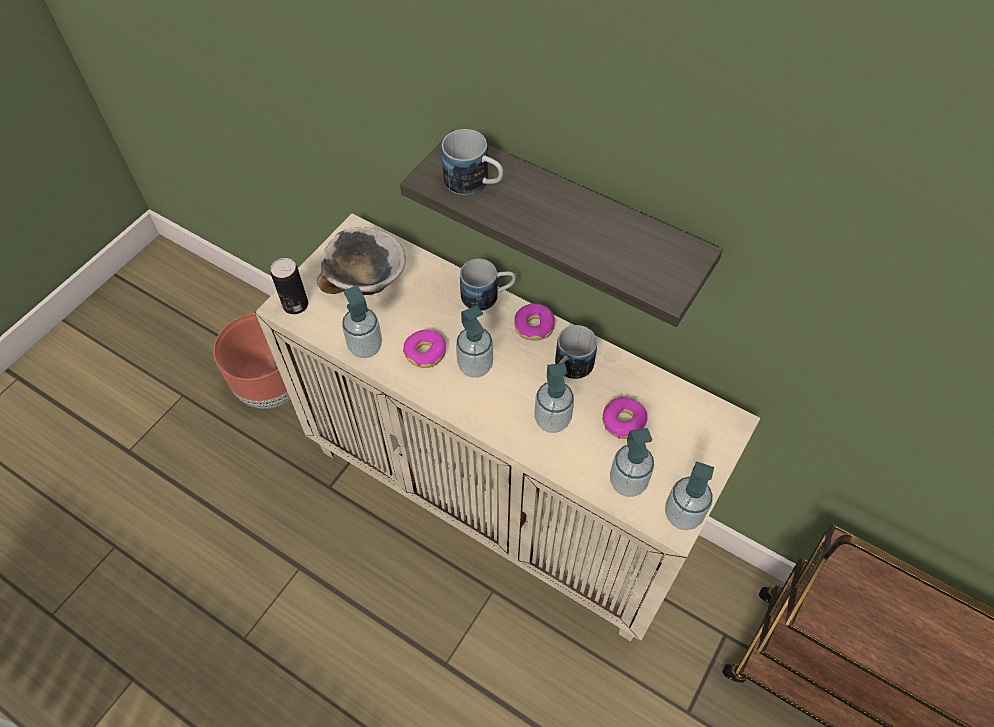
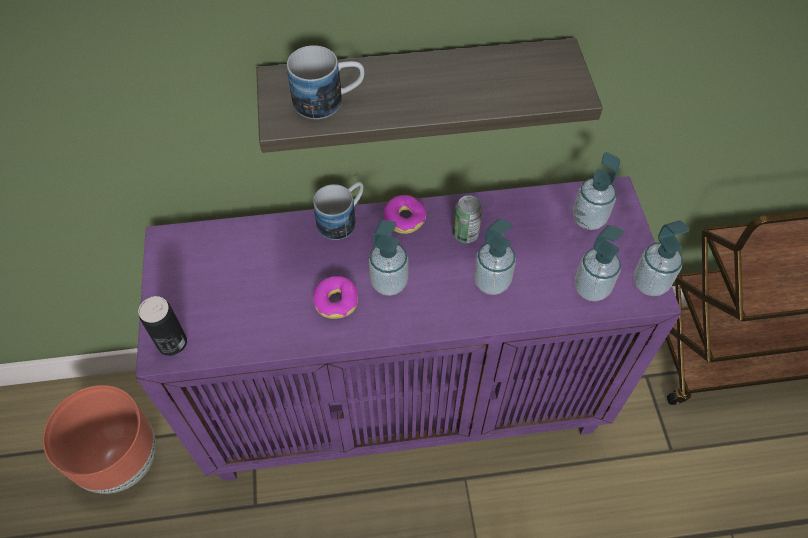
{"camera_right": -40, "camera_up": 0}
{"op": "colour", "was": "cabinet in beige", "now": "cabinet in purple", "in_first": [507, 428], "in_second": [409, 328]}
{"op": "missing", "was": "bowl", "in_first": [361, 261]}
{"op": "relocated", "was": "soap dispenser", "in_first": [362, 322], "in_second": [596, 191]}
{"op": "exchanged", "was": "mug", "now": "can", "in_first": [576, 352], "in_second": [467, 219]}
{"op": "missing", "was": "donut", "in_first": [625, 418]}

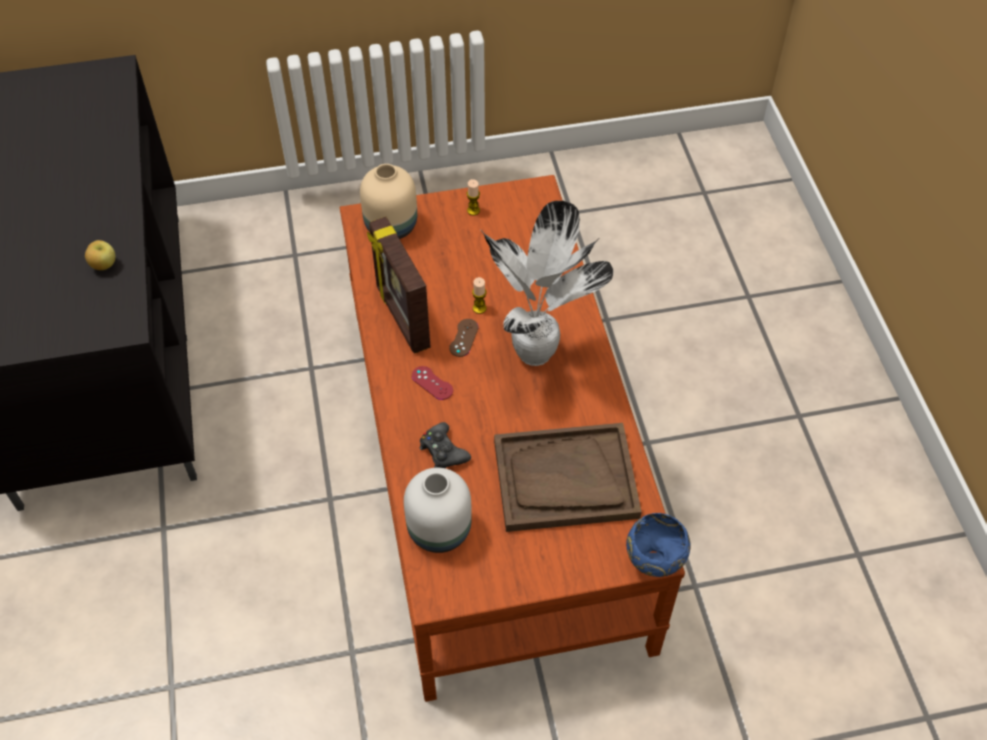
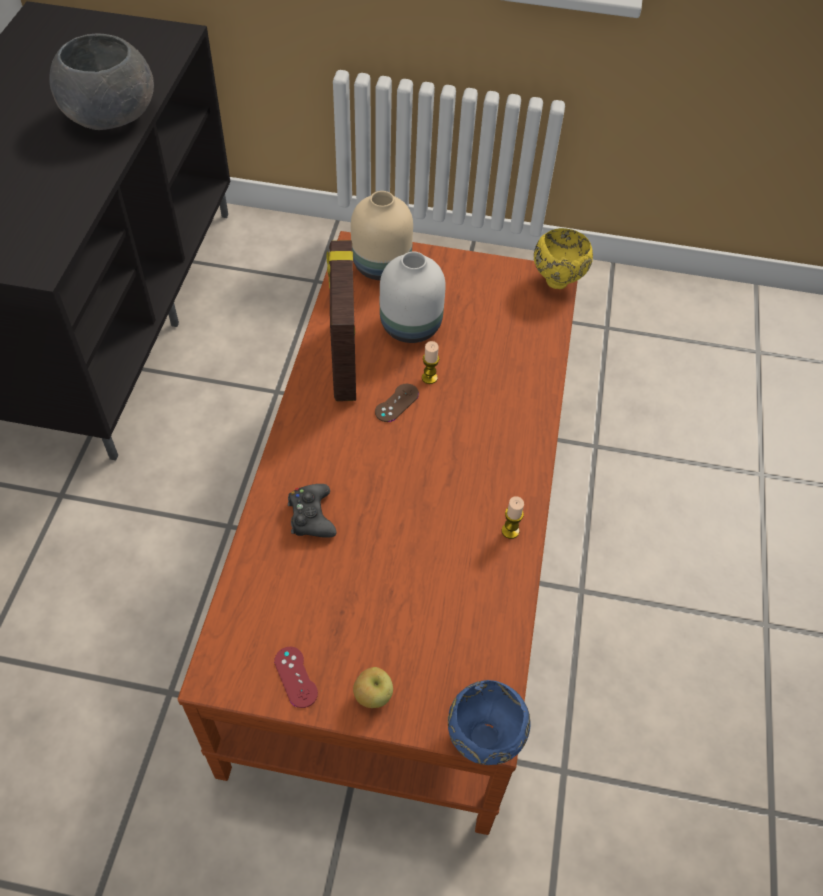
{"camera_right": 20, "camera_up": 0}
{"op": "relocated", "was": "candle", "in_first": [473, 197], "in_second": [513, 517]}
{"op": "missing", "was": "potted plant", "in_first": [546, 283]}
{"op": "relocated", "was": "apple", "in_first": [100, 255], "in_second": [373, 687]}
{"op": "relocated", "was": "game controller in red", "in_first": [432, 383], "in_second": [296, 677]}
{"op": "missing", "was": "tray in brown", "in_first": [568, 477]}
{"op": "relocated", "was": "vase in white", "in_first": [438, 510], "in_second": [413, 297]}
{"op": "appeared", "now": "bowl in grey", "in_second": [101, 81]}
{"op": "appeared", "now": "bowl in yellow", "in_second": [563, 258]}

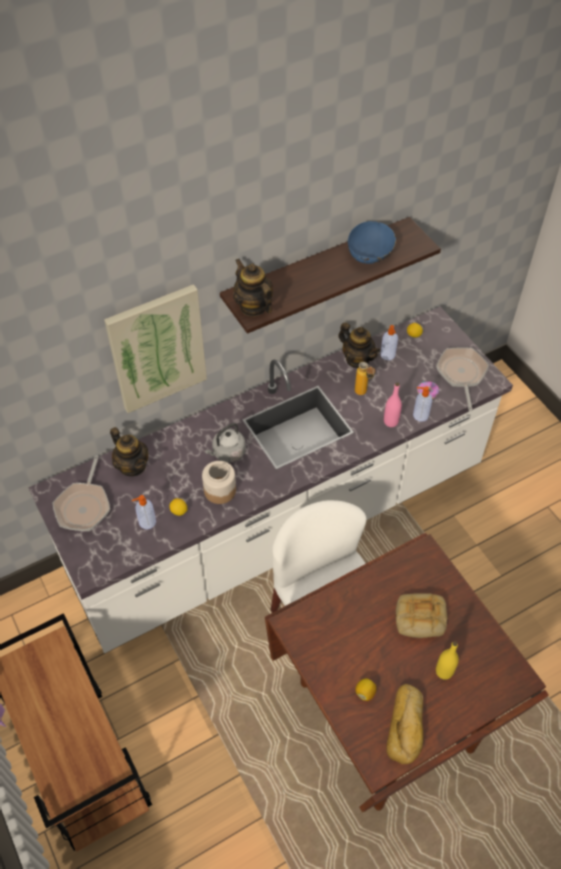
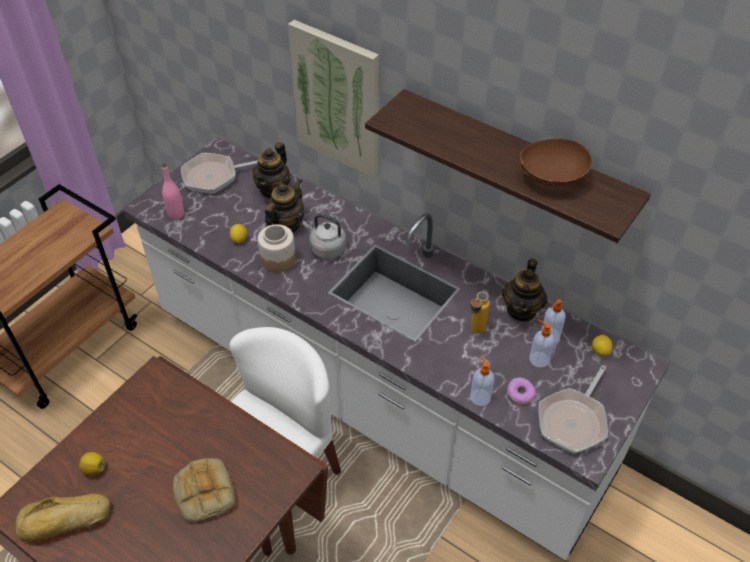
{"camera_right": 65, "camera_up": -5}
{"op": "colour", "was": "bowl in blue", "now": "bowl in brown", "in_first": [372, 242], "in_second": [556, 162]}
{"op": "relocated", "was": "teapot", "in_first": [253, 288], "in_second": [284, 205]}
{"op": "spun", "was": "frying pan", "in_first": [462, 379], "in_second": [573, 409], "clockwise": 150}
{"op": "relocated", "was": "bottle in pink", "in_first": [393, 405], "in_second": [173, 192]}
{"op": "relocated", "was": "soap dispenser", "in_first": [144, 512], "in_second": [542, 343]}
{"op": "missing", "was": "bottle in yellow", "in_first": [447, 660]}

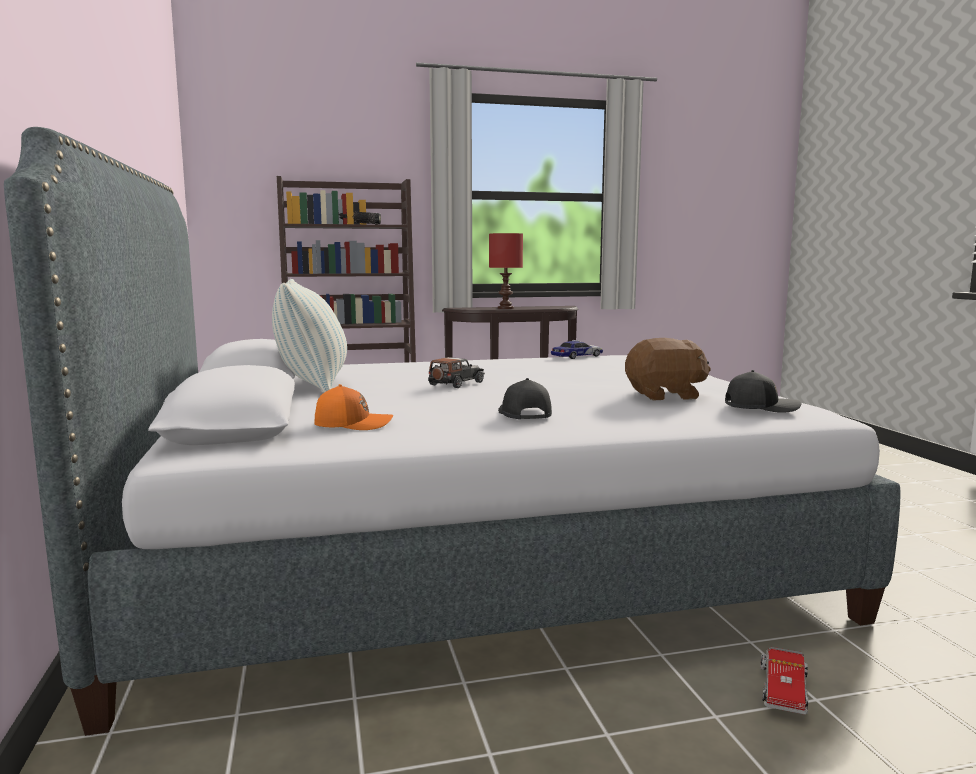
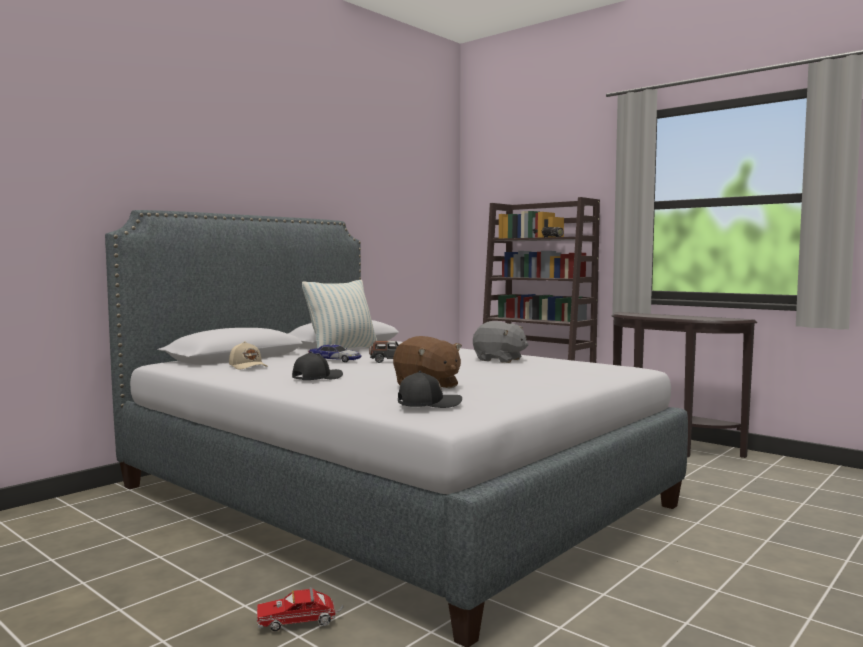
{"camera_right": 55, "camera_up": -5}
{"op": "missing", "was": "table lamp in red", "in_first": [506, 271]}
{"op": "relocated", "was": "toy car", "in_first": [577, 349], "in_second": [335, 353]}
{"op": "spun", "was": "cap in black", "in_first": [763, 391], "in_second": [430, 389], "clockwise": -75}
{"op": "colour", "was": "cap in orange", "now": "cap in beige", "in_first": [353, 407], "in_second": [248, 355]}
{"op": "appeared", "now": "plush toy in grey", "in_second": [501, 342]}

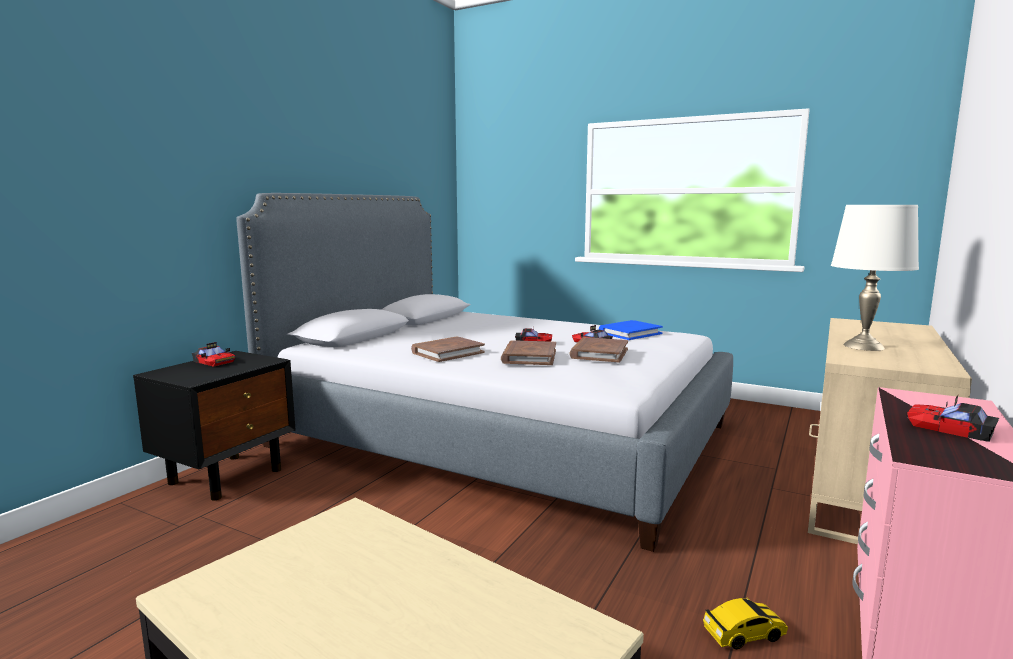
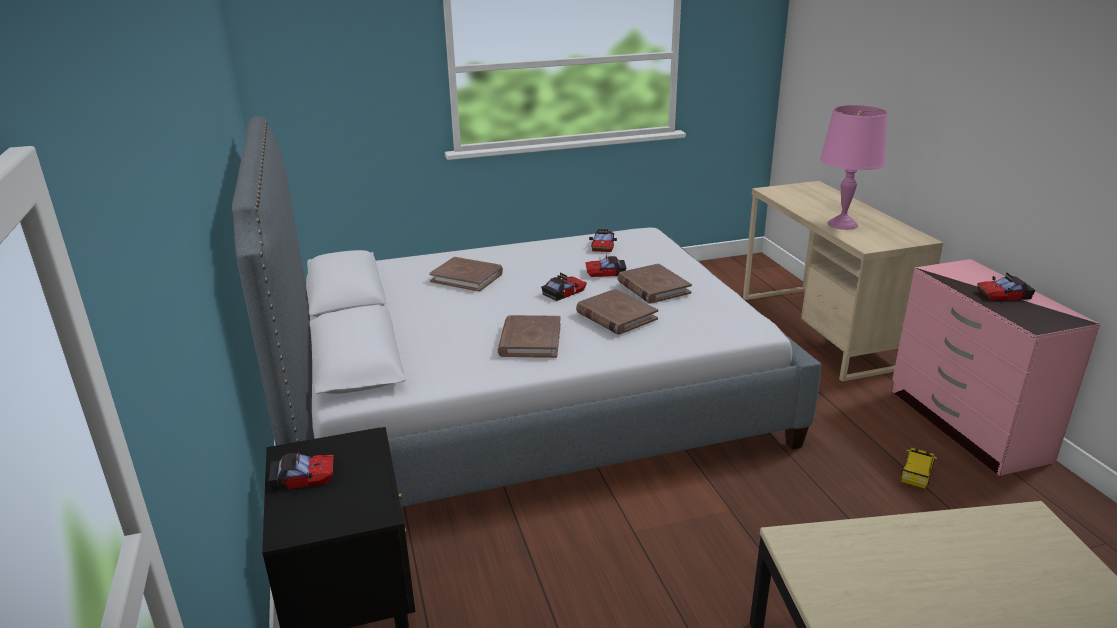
{"camera_right": -45, "camera_up": 15}
{"op": "colour", "was": "table lamp in white", "now": "table lamp in pink", "in_first": [875, 278], "in_second": [853, 167]}
{"op": "exchanged", "was": "book in blue", "now": "toy car", "in_first": [631, 330], "in_second": [603, 240]}
{"op": "appeared", "now": "book in brown", "in_second": [466, 274]}

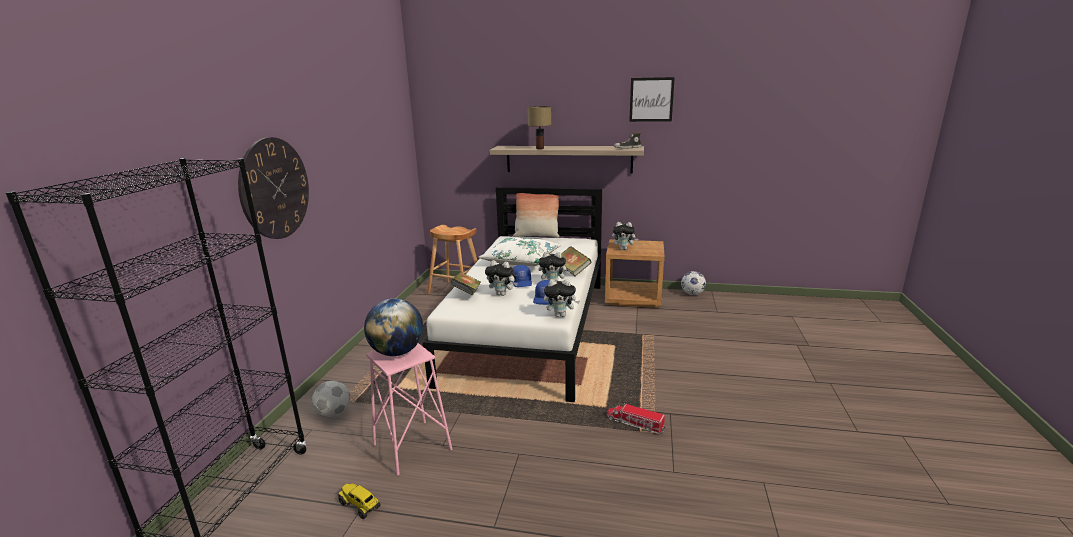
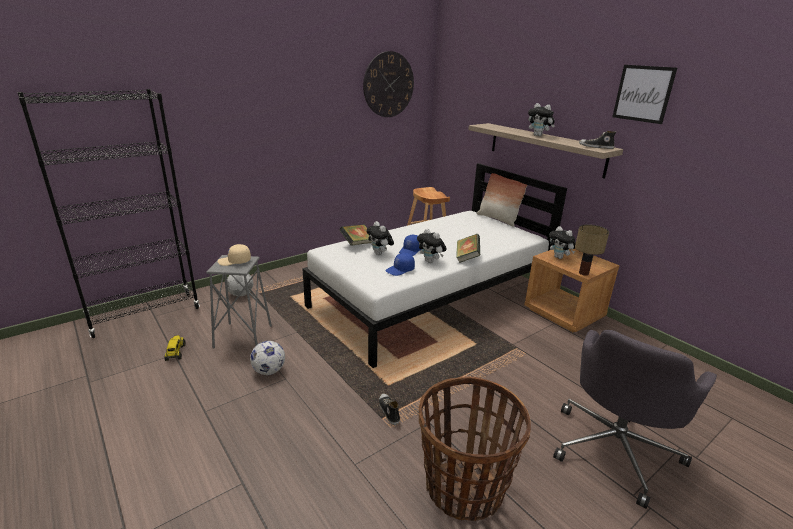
{"camera_right": 40, "camera_up": 5}
{"op": "relocated", "was": "table lamp", "in_first": [539, 127], "in_second": [592, 250]}
{"op": "relocated", "was": "wall clock", "in_first": [273, 188], "in_second": [388, 84]}
{"op": "missing", "was": "pillow in white", "in_first": [520, 251]}
{"op": "relocated", "was": "football", "in_first": [693, 283], "in_second": [267, 358]}
{"op": "relocated", "was": "plush toy", "in_first": [562, 298], "in_second": [541, 119]}
{"op": "exchanged", "was": "globe", "now": "cap in beige", "in_first": [393, 327], "in_second": [234, 255]}
{"op": "colour", "was": "stool in pink", "now": "stool in grey", "in_first": [409, 409], "in_second": [239, 302]}
{"op": "exchanged", "was": "toy truck", "now": "shoe", "in_first": [636, 418], "in_second": [389, 409]}
{"op": "appeared", "now": "office chair in grey", "in_second": [635, 419]}
{"op": "appeared", "now": "basket", "in_second": [475, 448]}

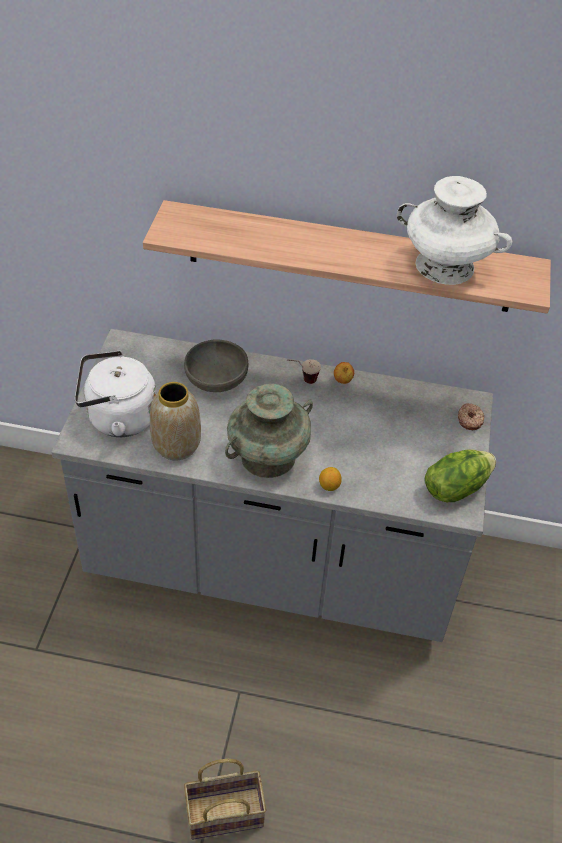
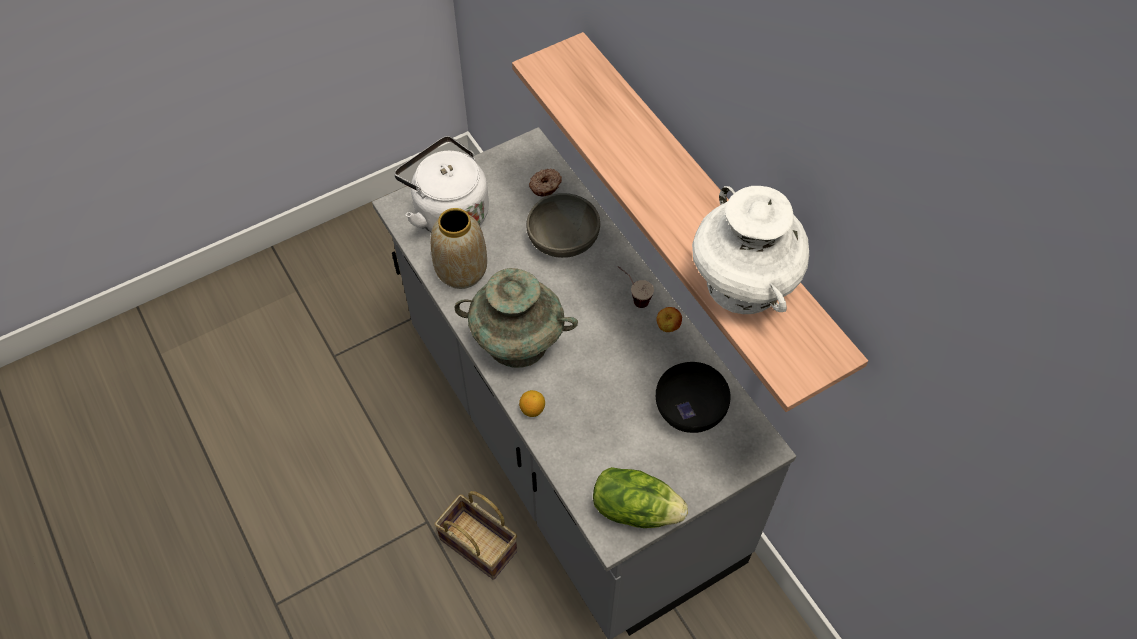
{"camera_right": 50, "camera_up": 10}
{"op": "relocated", "was": "donut", "in_first": [471, 416], "in_second": [545, 183]}
{"op": "relocated", "was": "basket", "in_first": [225, 799], "in_second": [475, 535]}
{"op": "appeared", "now": "bowl in black", "in_second": [693, 397]}

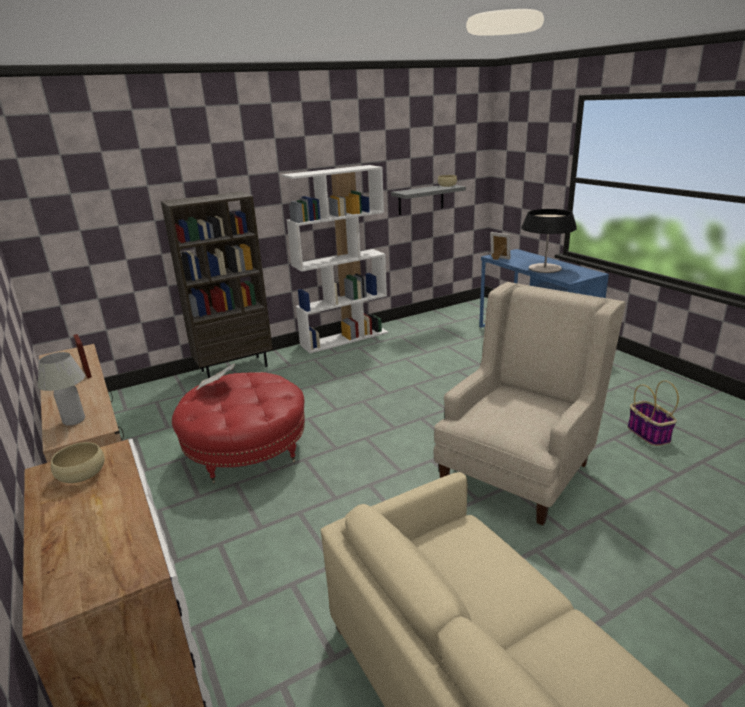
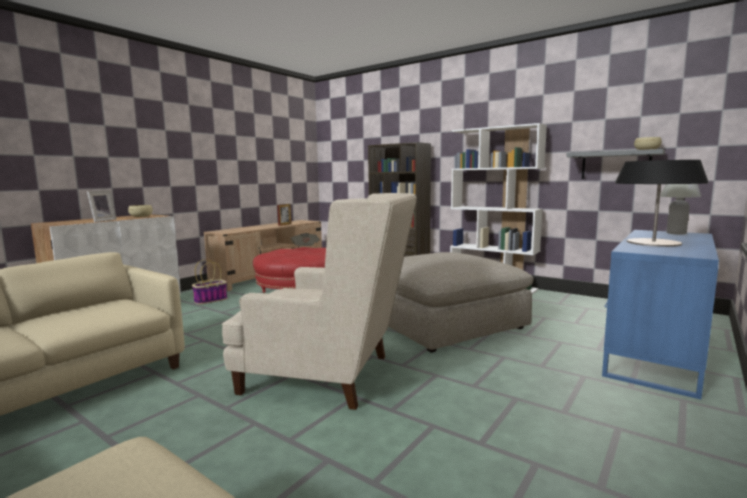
{"camera_right": 65, "camera_up": -15}
{"op": "relocated", "was": "picture frame", "in_first": [500, 246], "in_second": [102, 206]}
{"op": "relocated", "was": "table lamp in white", "in_first": [61, 389], "in_second": [680, 209]}
{"op": "relocated", "was": "basket", "in_first": [653, 413], "in_second": [209, 282]}
{"op": "appeared", "now": "ottoman in beige", "in_second": [461, 302]}

